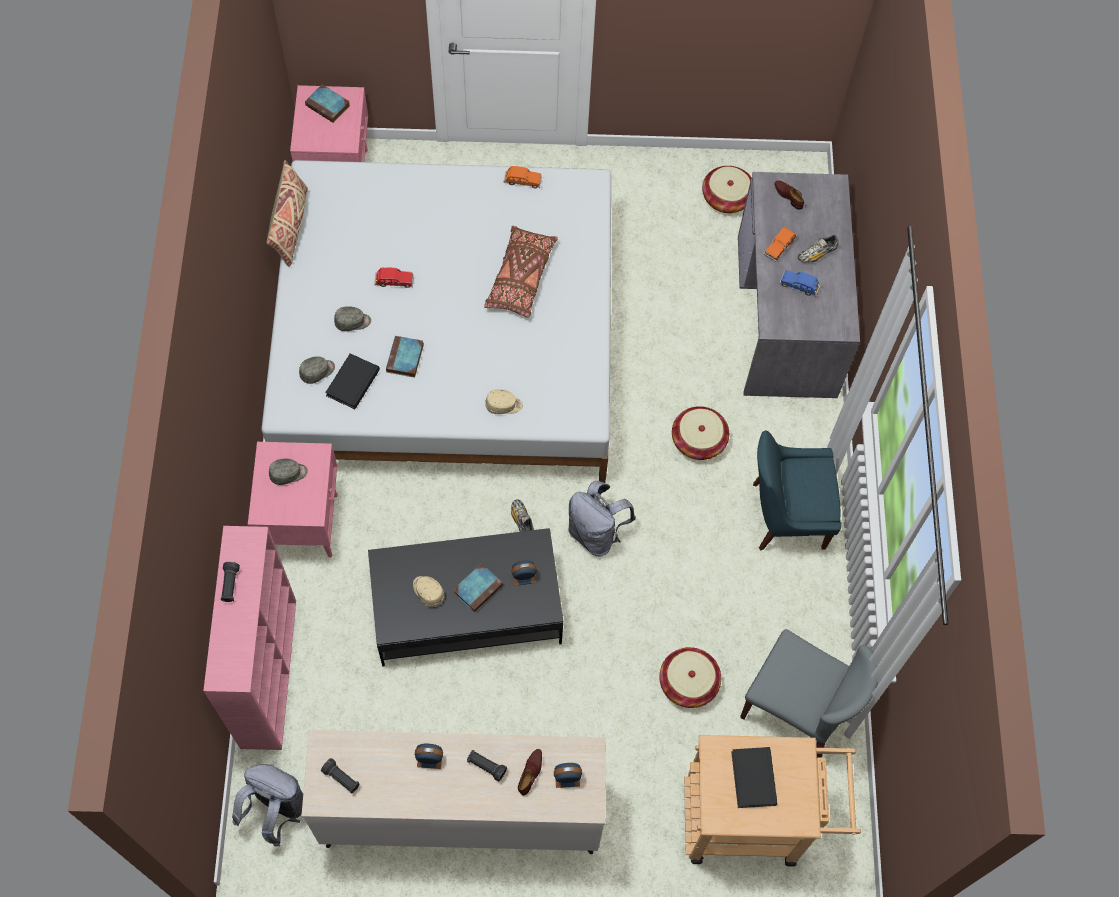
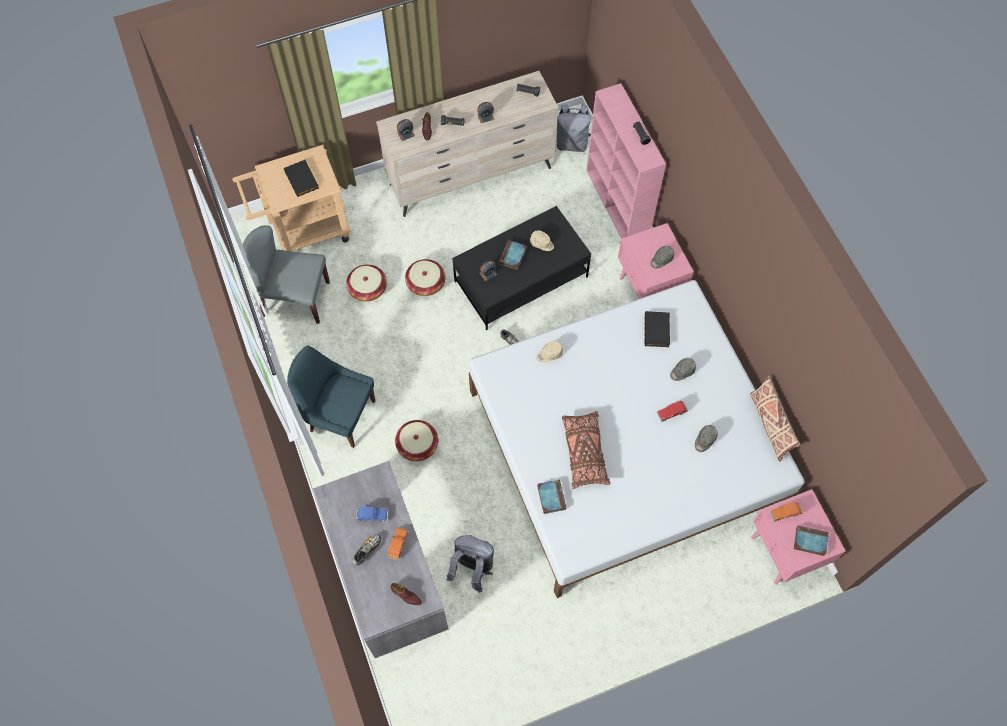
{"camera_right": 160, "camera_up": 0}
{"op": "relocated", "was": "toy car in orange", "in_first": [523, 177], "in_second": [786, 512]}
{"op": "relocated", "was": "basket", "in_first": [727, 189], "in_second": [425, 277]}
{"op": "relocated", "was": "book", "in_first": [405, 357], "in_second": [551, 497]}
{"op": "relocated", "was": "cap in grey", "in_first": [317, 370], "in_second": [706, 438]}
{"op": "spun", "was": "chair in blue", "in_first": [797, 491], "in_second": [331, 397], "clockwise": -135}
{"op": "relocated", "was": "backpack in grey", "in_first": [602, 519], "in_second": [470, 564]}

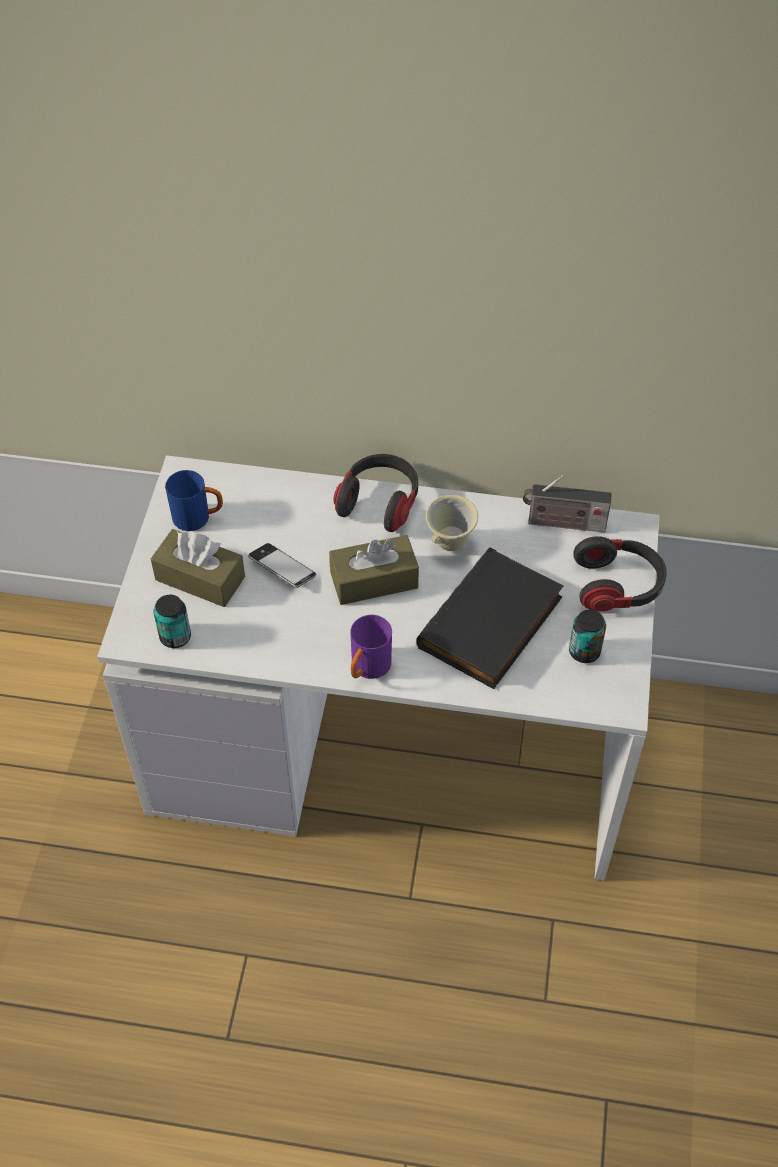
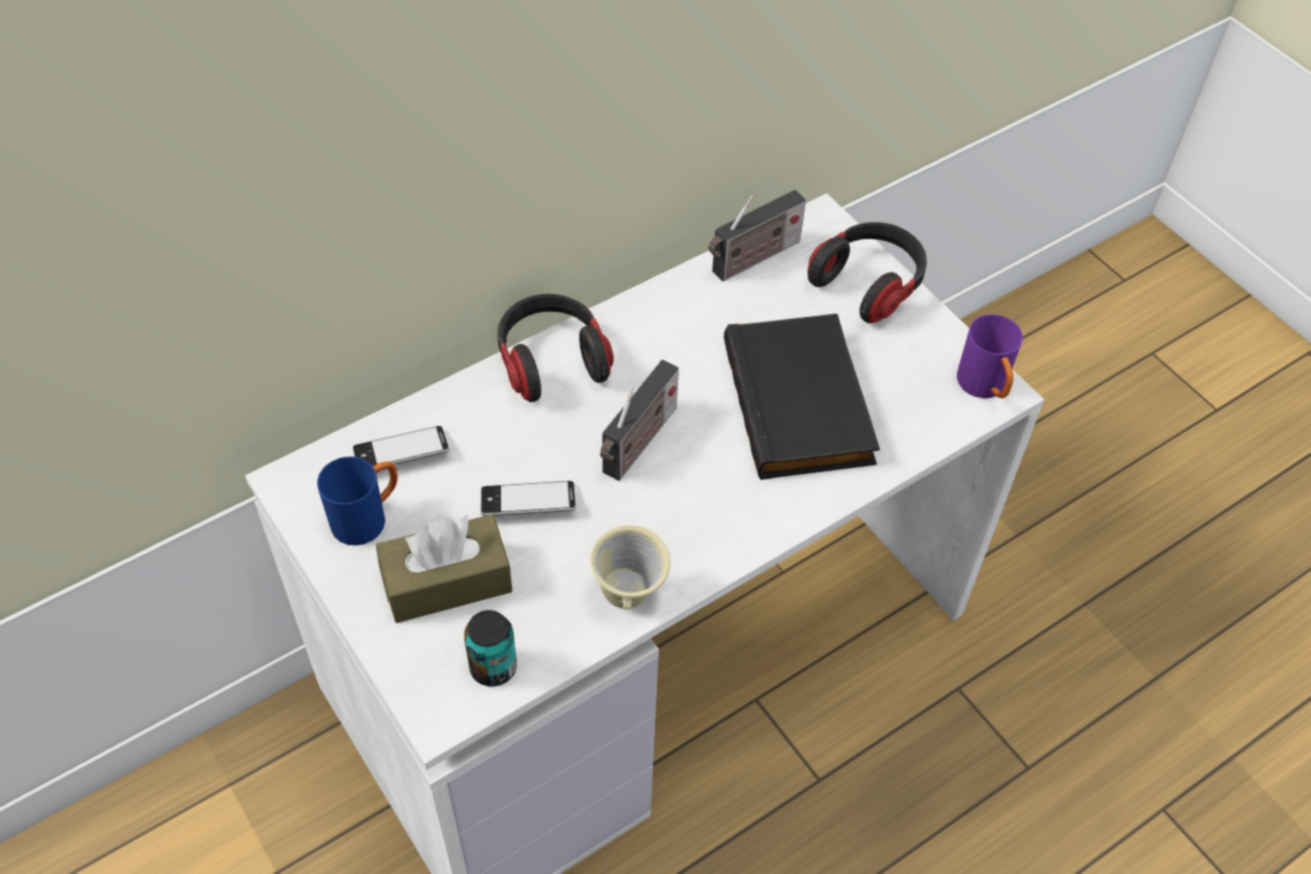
{"camera_right": -45, "camera_up": 0}
{"op": "relocated", "was": "mug in beige", "in_first": [452, 523], "in_second": [630, 567]}
{"op": "exchanged", "was": "tissue box in brown", "now": "radio", "in_first": [374, 570], "in_second": [639, 420]}
{"op": "missing", "was": "can", "in_first": [587, 636]}
{"op": "relocated", "was": "mug in purple", "in_first": [371, 647], "in_second": [990, 356]}
{"op": "appeared", "now": "phone", "in_second": [401, 446]}

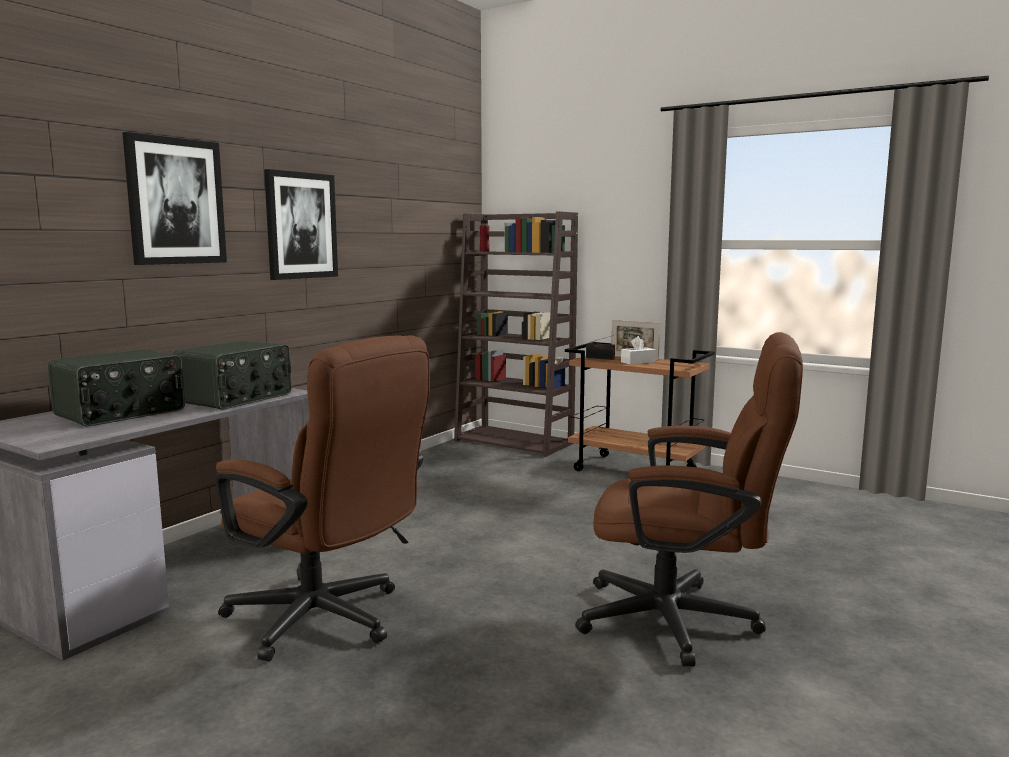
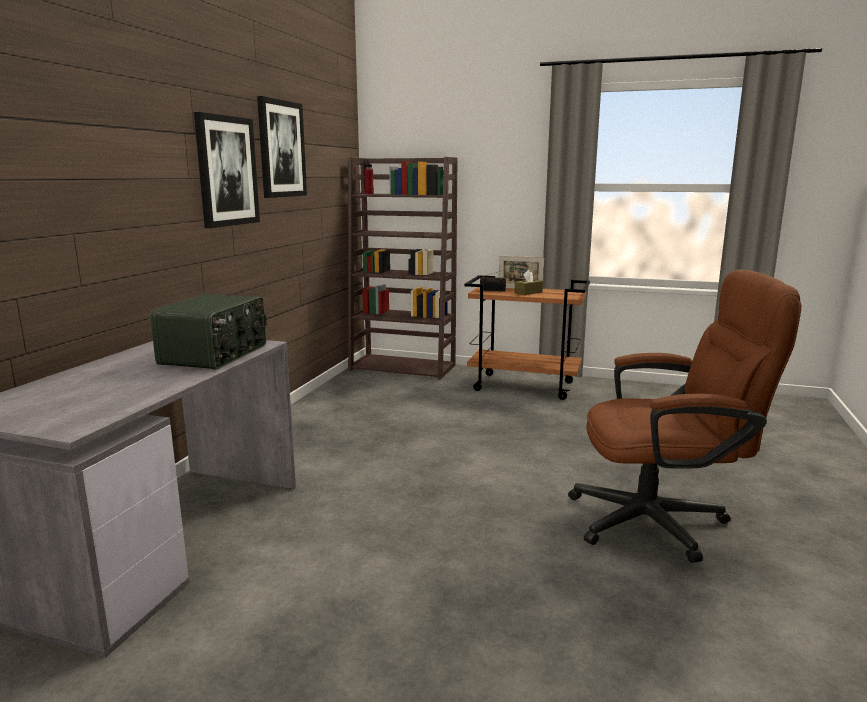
{"camera_right": -15, "camera_up": 5}
{"op": "relocated", "was": "picture", "in_first": [174, 198], "in_second": [282, 147]}
{"op": "missing", "was": "office chair in brown", "in_first": [322, 498]}
{"op": "colour", "was": "tissue box in white", "now": "tissue box in brown", "in_first": [638, 350], "in_second": [528, 282]}
{"op": "missing", "was": "radio", "in_first": [116, 387]}

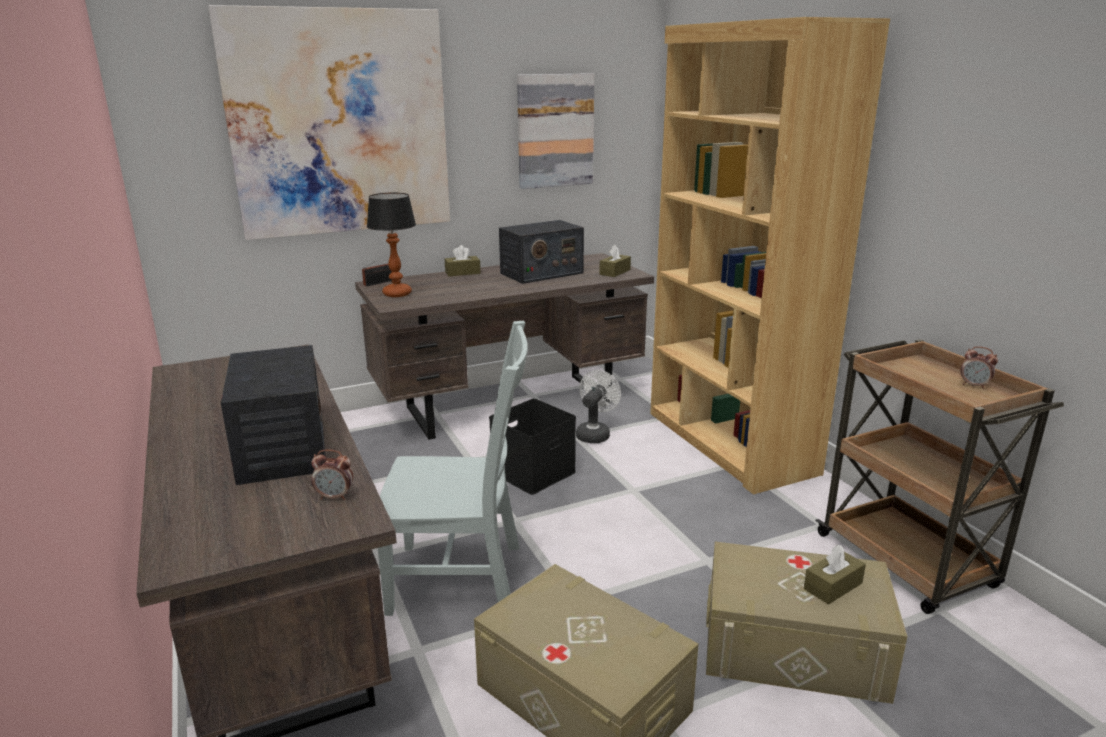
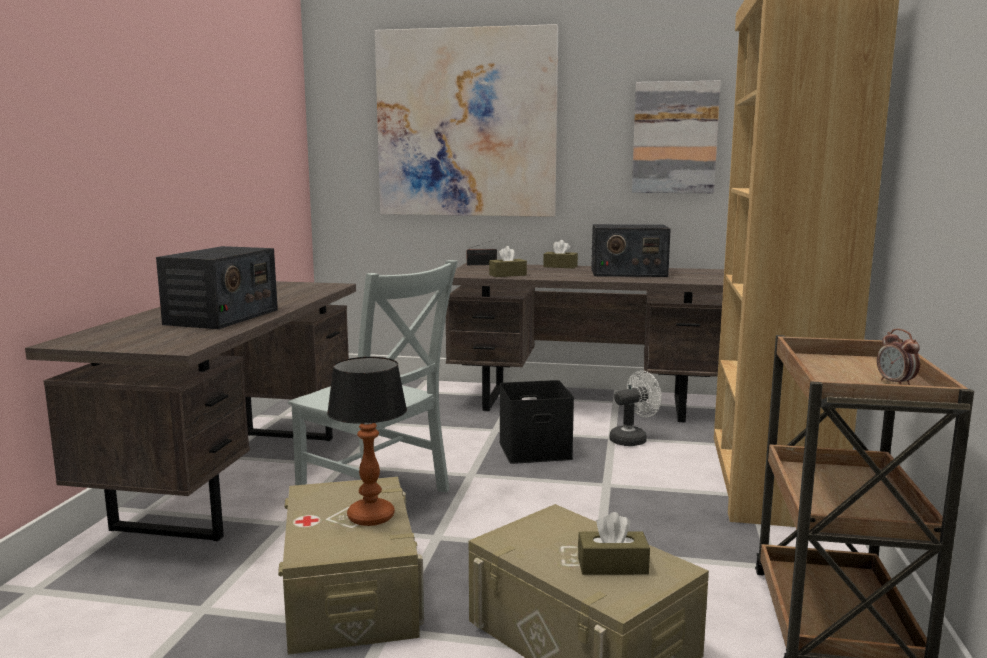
{"camera_right": 35, "camera_up": -10}
{"op": "relocated", "was": "table lamp", "in_first": [391, 245], "in_second": [367, 441]}
{"op": "relocated", "was": "tissue box in brown", "in_first": [615, 261], "in_second": [508, 261]}
{"op": "missing", "was": "alarm clock", "in_first": [332, 474]}

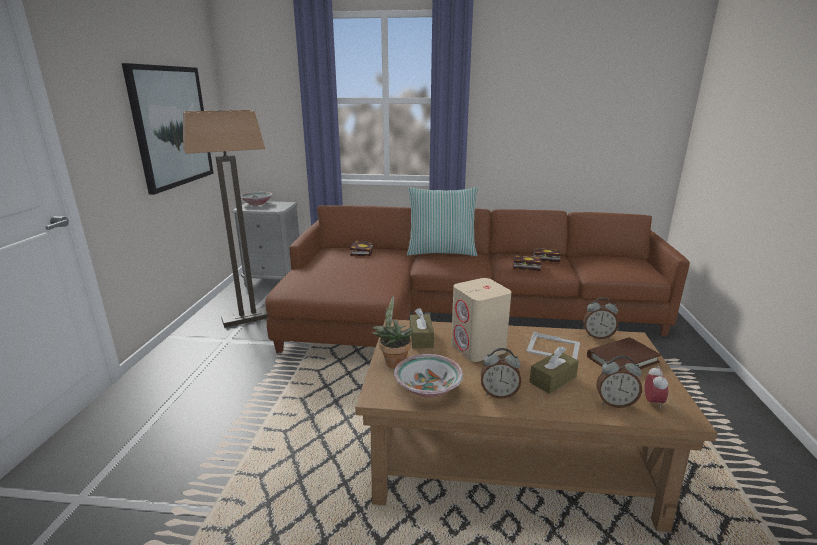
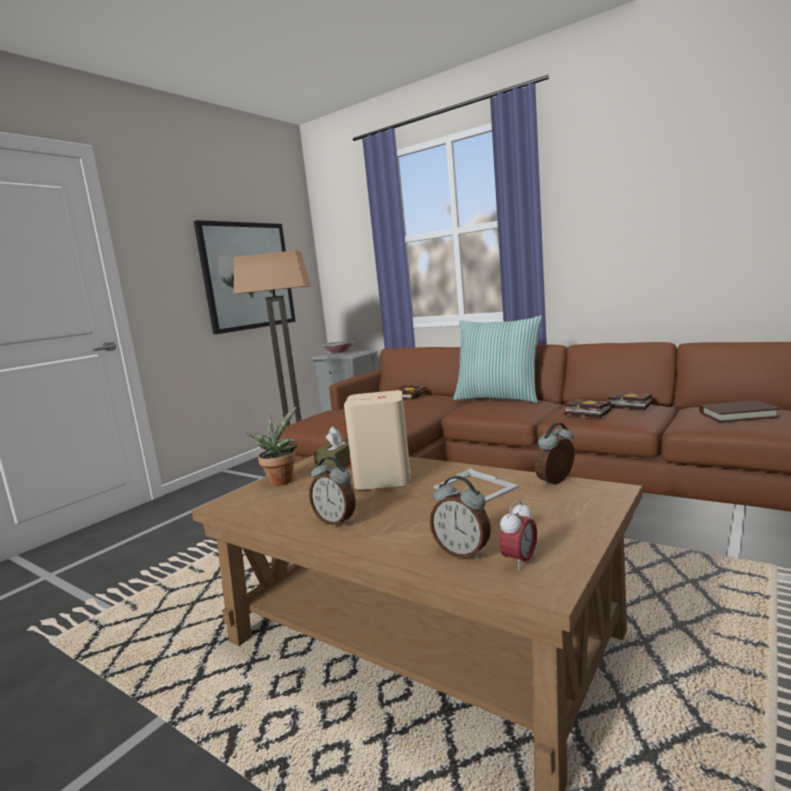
{"camera_right": 30, "camera_up": -10}
{"op": "spun", "was": "alarm clock", "in_first": [601, 318], "in_second": [555, 454], "clockwise": 105}
{"op": "relocated", "was": "book in brown", "in_first": [624, 353], "in_second": [740, 411]}
{"op": "missing", "was": "tissue box in brown", "in_first": [554, 370]}
{"op": "missing", "was": "bowl", "in_first": [428, 376]}

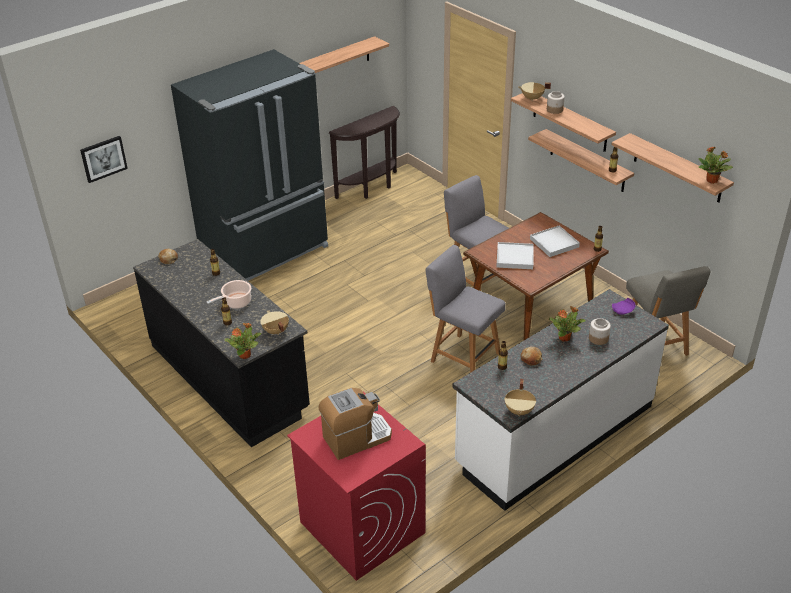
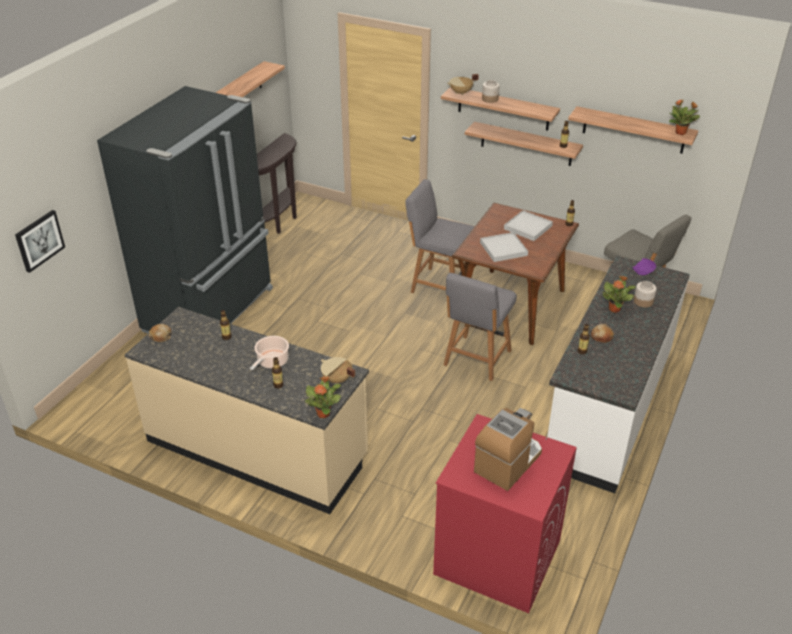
{"camera_right": -25, "camera_up": 0}
{"op": "colour", "was": "counter in black", "now": "counter in beige", "in_first": [221, 343], "in_second": [247, 410]}
{"op": "spun", "was": "chair in grey", "in_first": [466, 309], "in_second": [480, 327], "clockwise": -75}
{"op": "missing", "was": "cooking pot in beige", "in_first": [520, 397]}

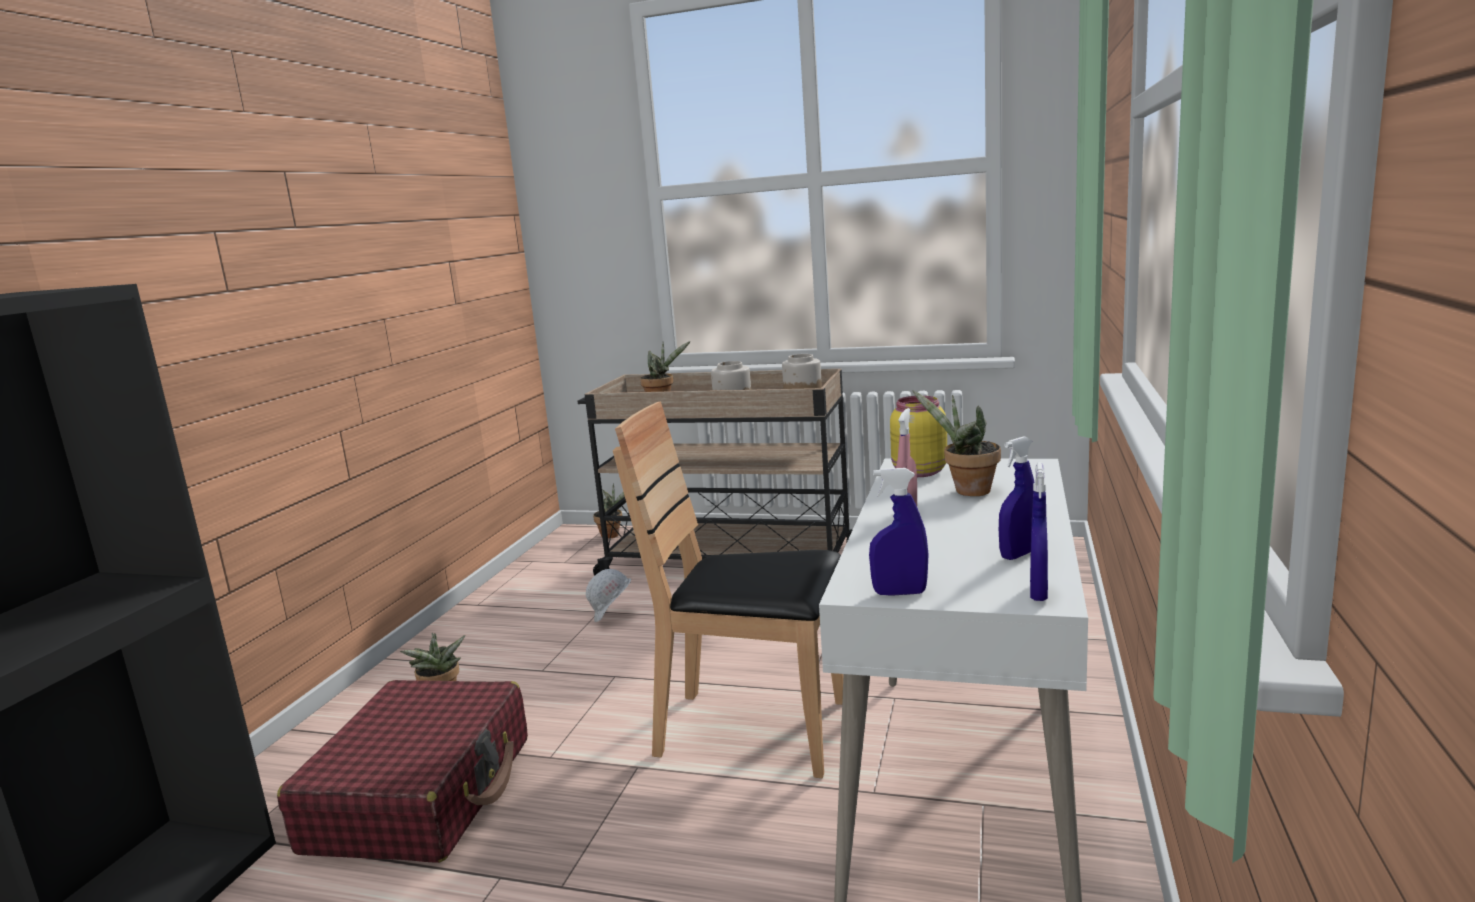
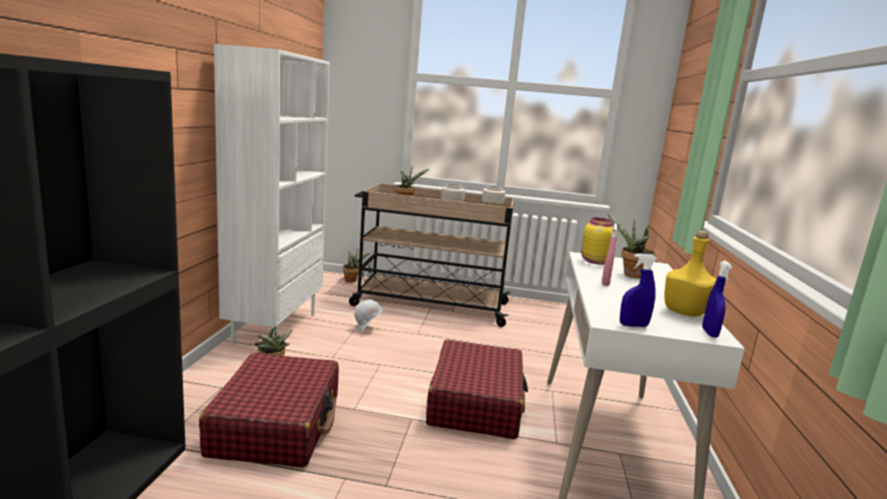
{"camera_right": -10, "camera_up": 0}
{"op": "exchanged", "was": "chair in brown", "now": "suitcase in red", "in_first": [728, 589], "in_second": [477, 389]}
{"op": "exchanged", "was": "spray bottle in blue", "now": "bottle in yellow", "in_first": [1016, 498], "in_second": [690, 274]}
{"op": "appeared", "now": "bookcase in white", "in_second": [272, 194]}

